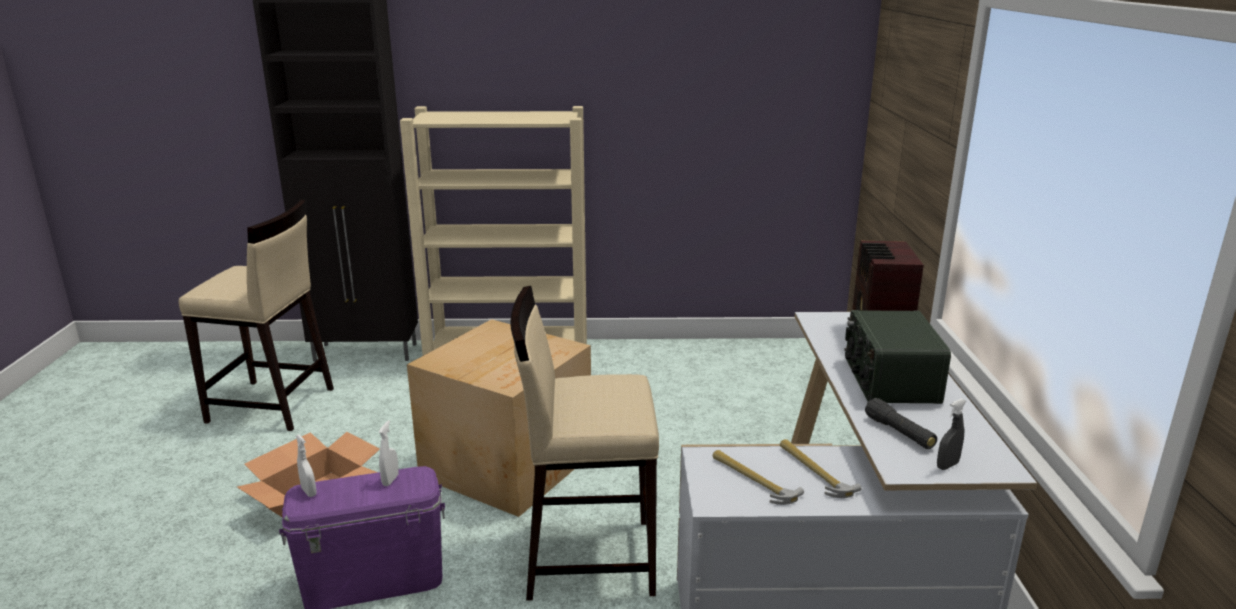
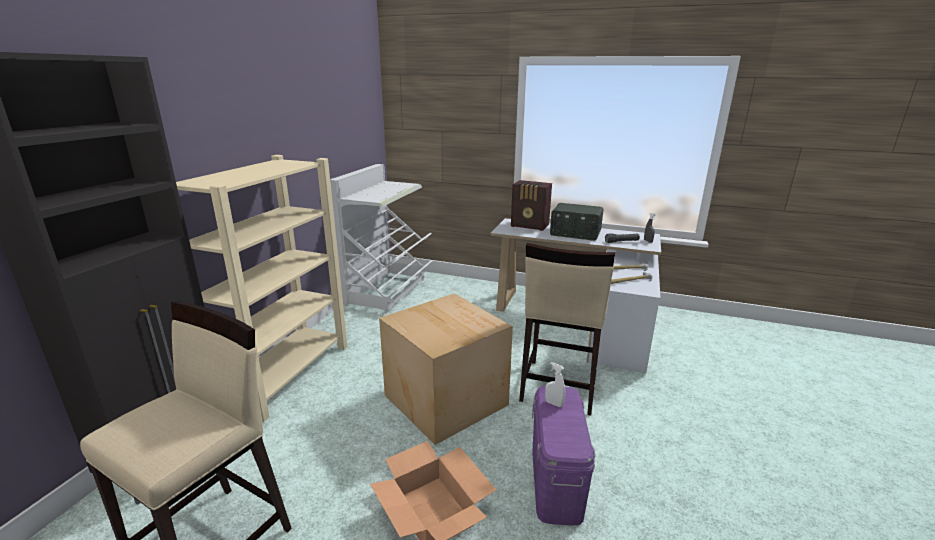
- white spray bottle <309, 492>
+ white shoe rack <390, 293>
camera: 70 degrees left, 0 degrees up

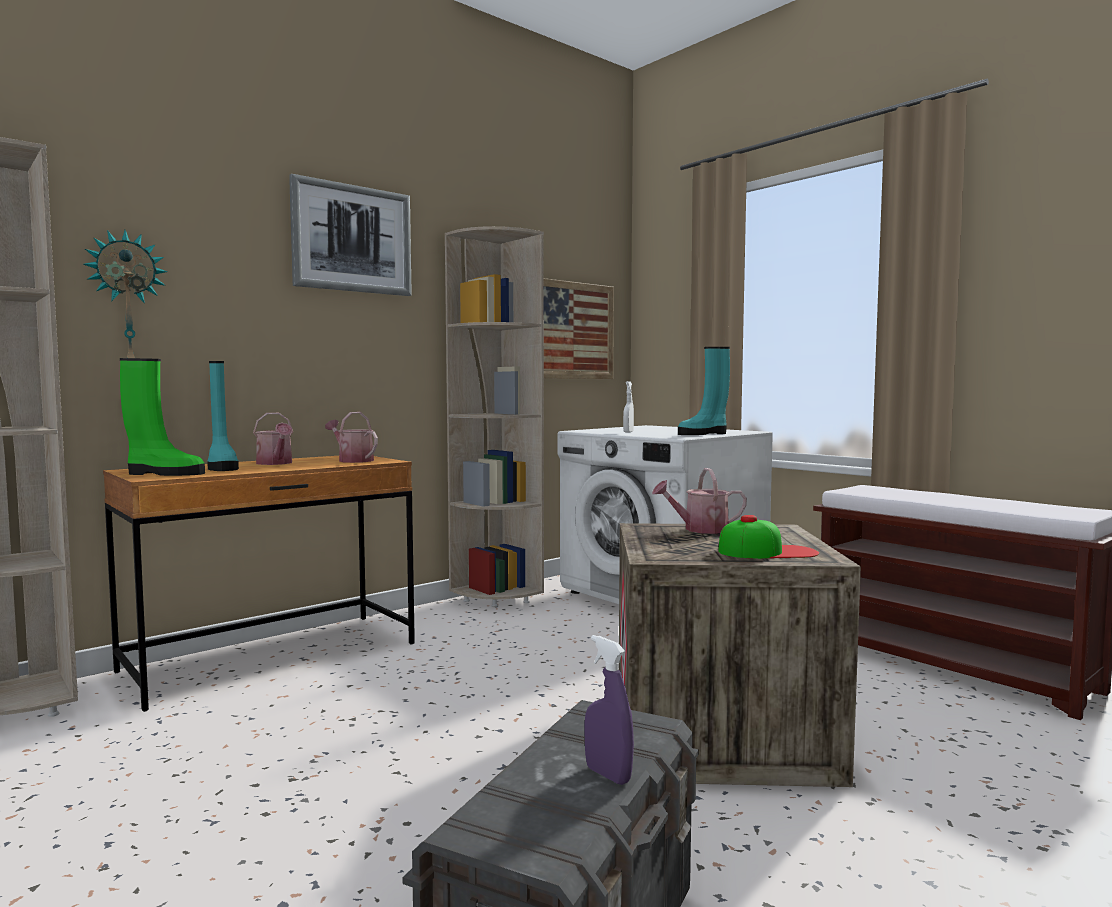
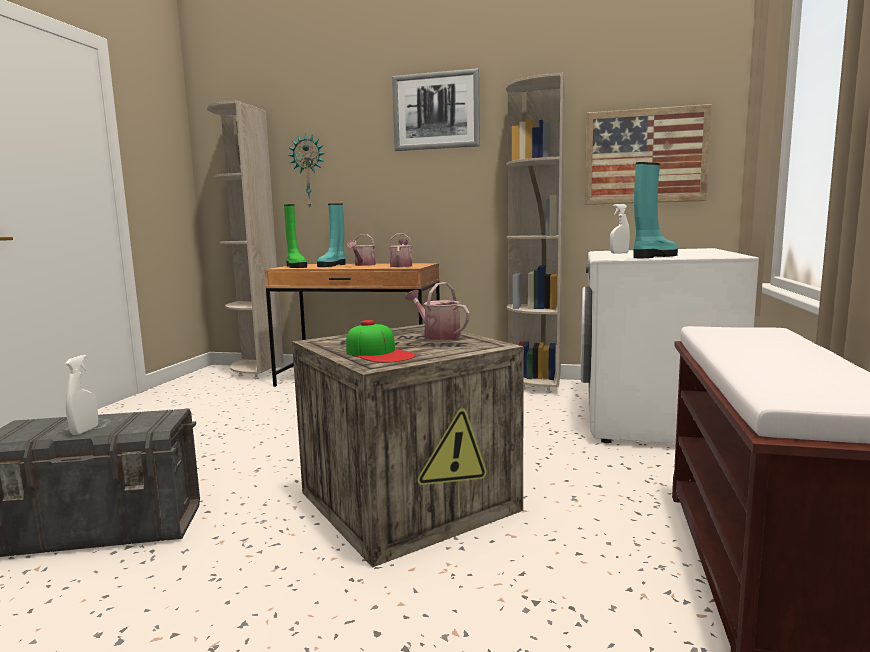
~ purple spray bottle <608, 775> to white spray bottle <85, 430>
~ turquoise boot <703, 434> = <654, 256> 120 degrees clockwise
camera: 55 degrees right, 5 degrees up

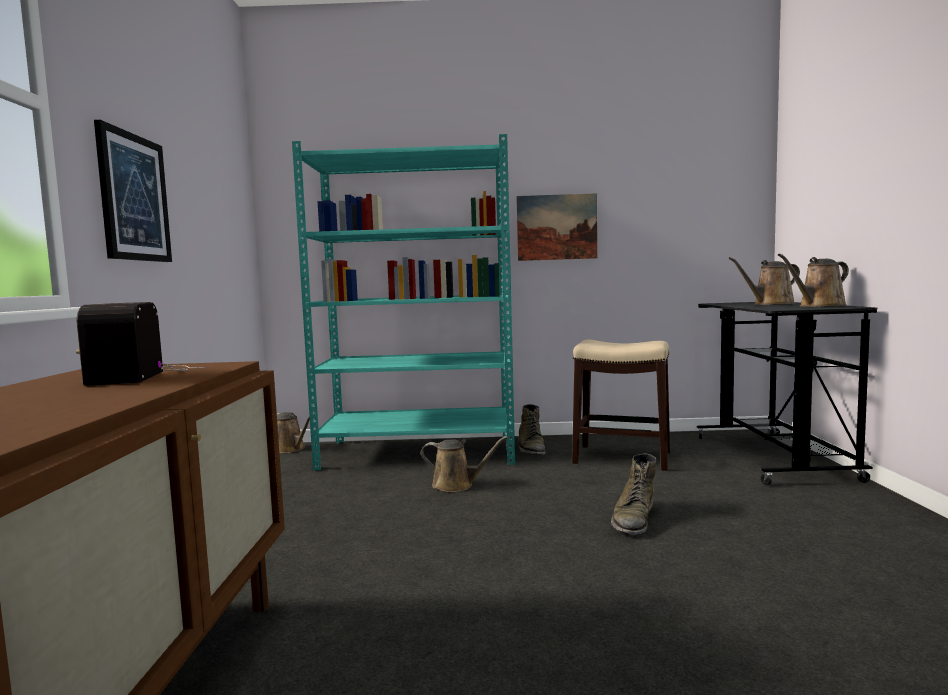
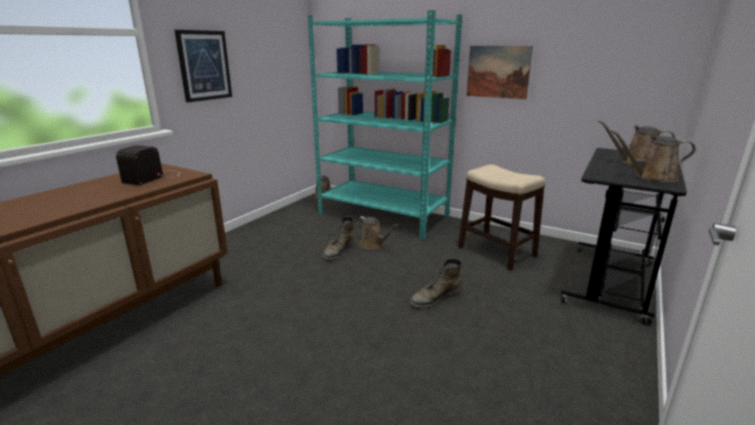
~ green boot <531, 448> to <338, 250>
camera: 30 degrees right, 15 degrees up

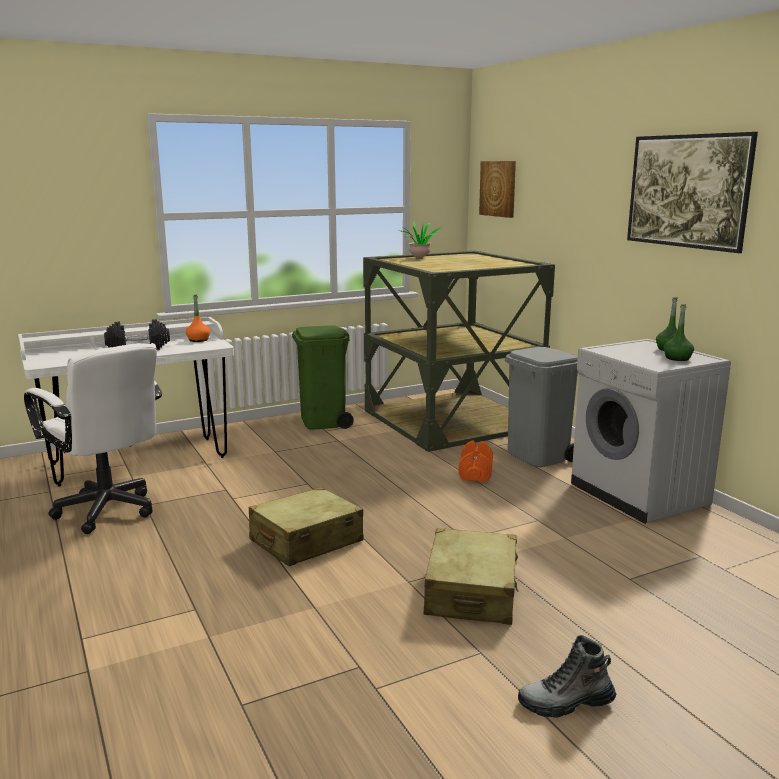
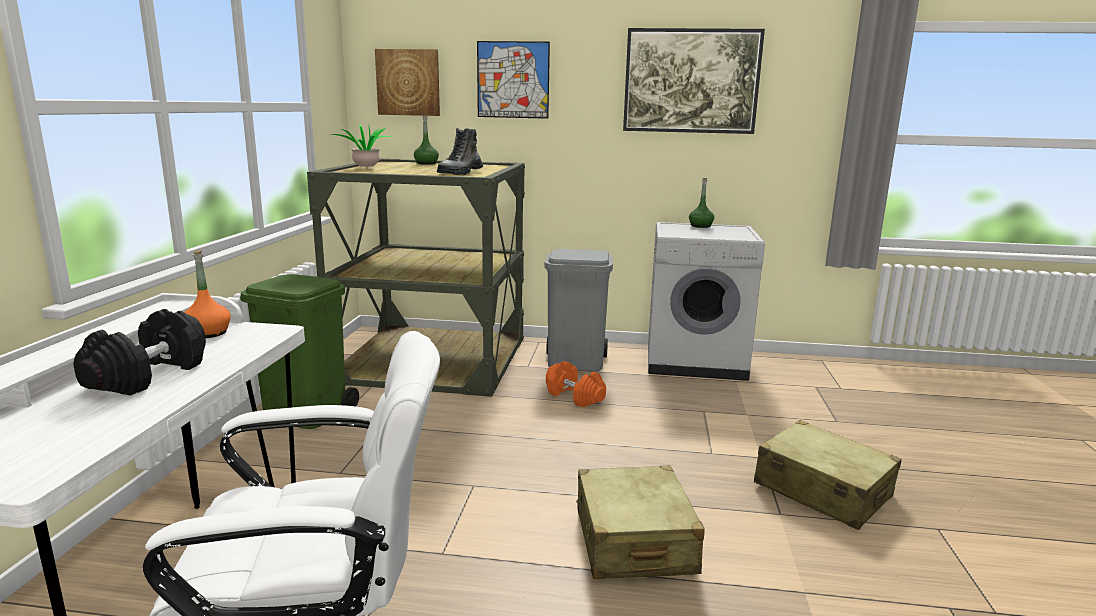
~ boot <566, 703> to <460, 173>
~ green bottle <677, 358> to <426, 163>
+ picture <513, 80>
camera: 55 degrees left, 0 degrees up

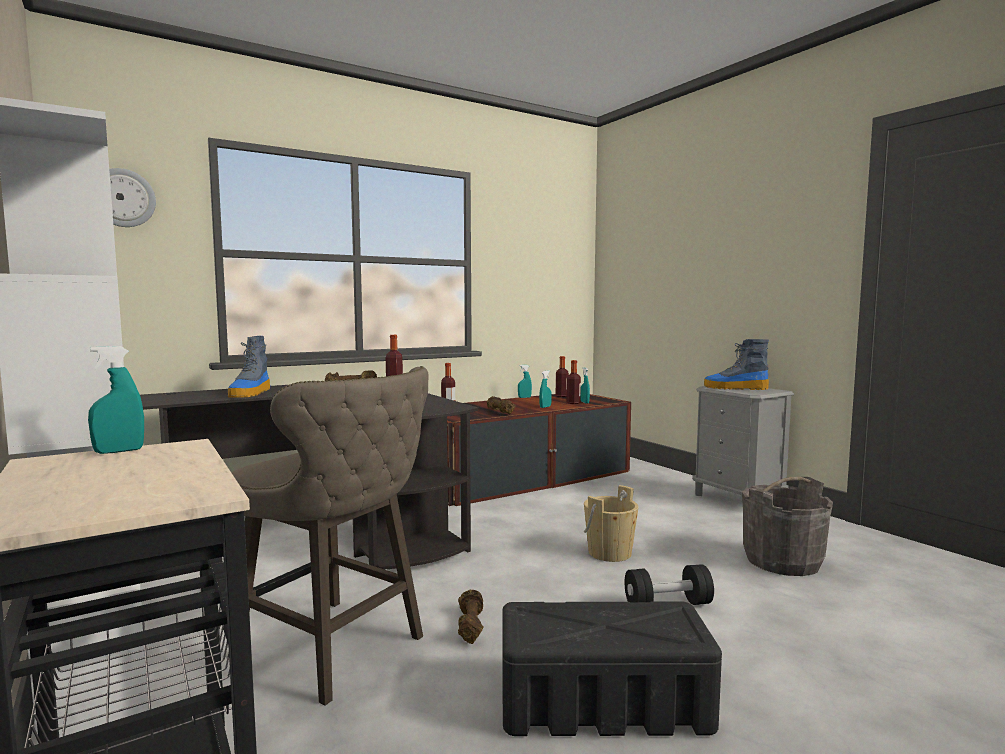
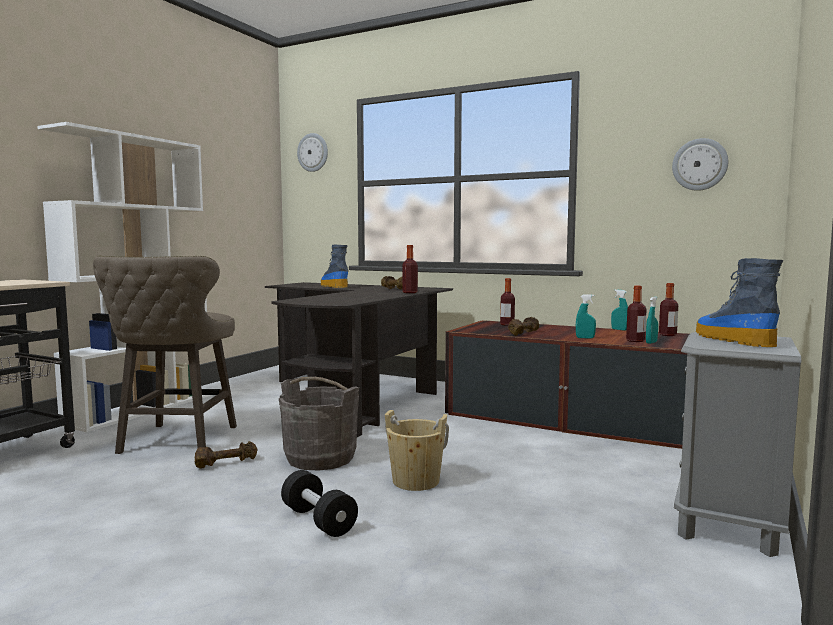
- turquoise spray bottle <119, 451>
~ boot <250, 393> = <333, 286> 90 degrees clockwise
- black storage box <601, 703>
~ grey bucket <782, 561> to <320, 458>
+ wall clock <699, 164>
camera: 60 degrees right, 0 degrees up

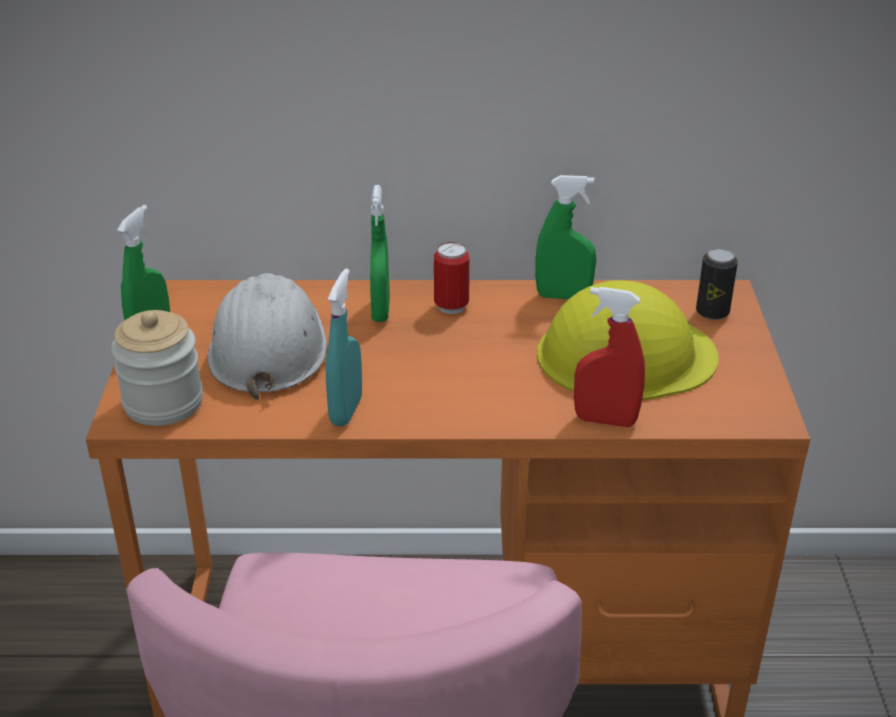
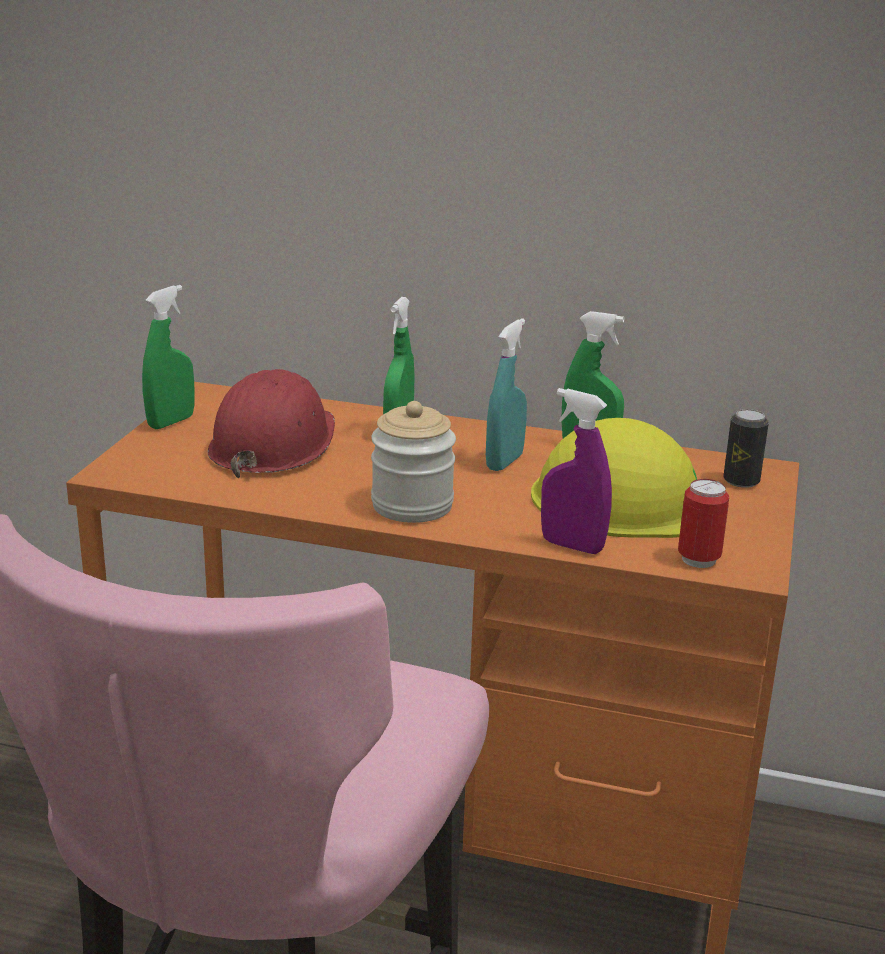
~ jar <163, 403> to <412, 505>
~ white hard hat <268, 348> to red hard hat <273, 444>
~ turquoise spray bottle <346, 411> to <504, 462>
~ can <451, 306> to <698, 559>
~ red spray bottle <605, 420> to purple spray bottle <572, 546>
camera: 15 degrees right, 10 degrees down

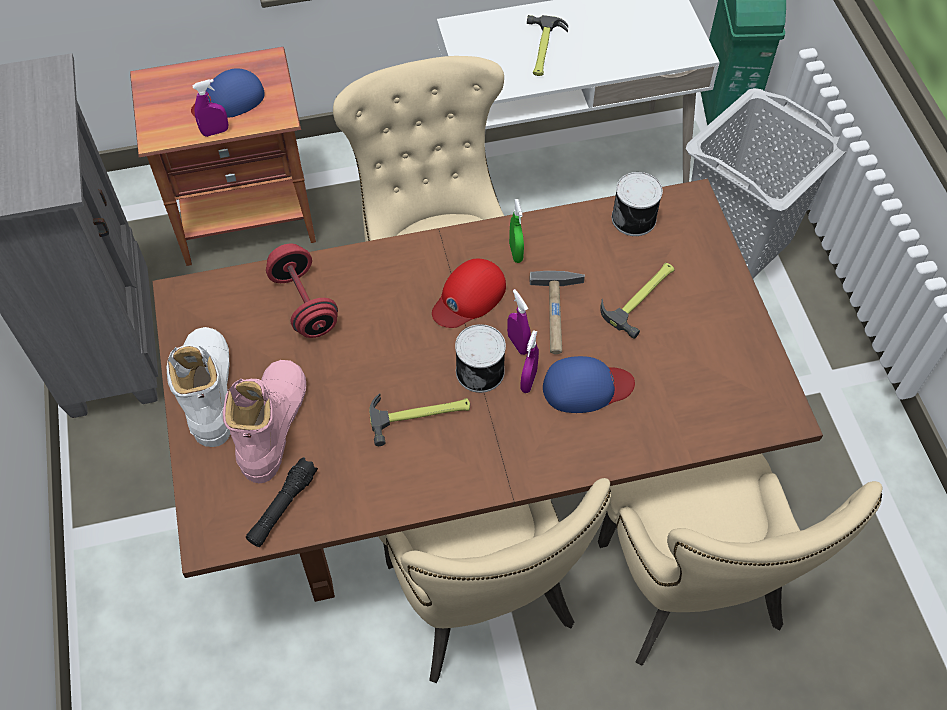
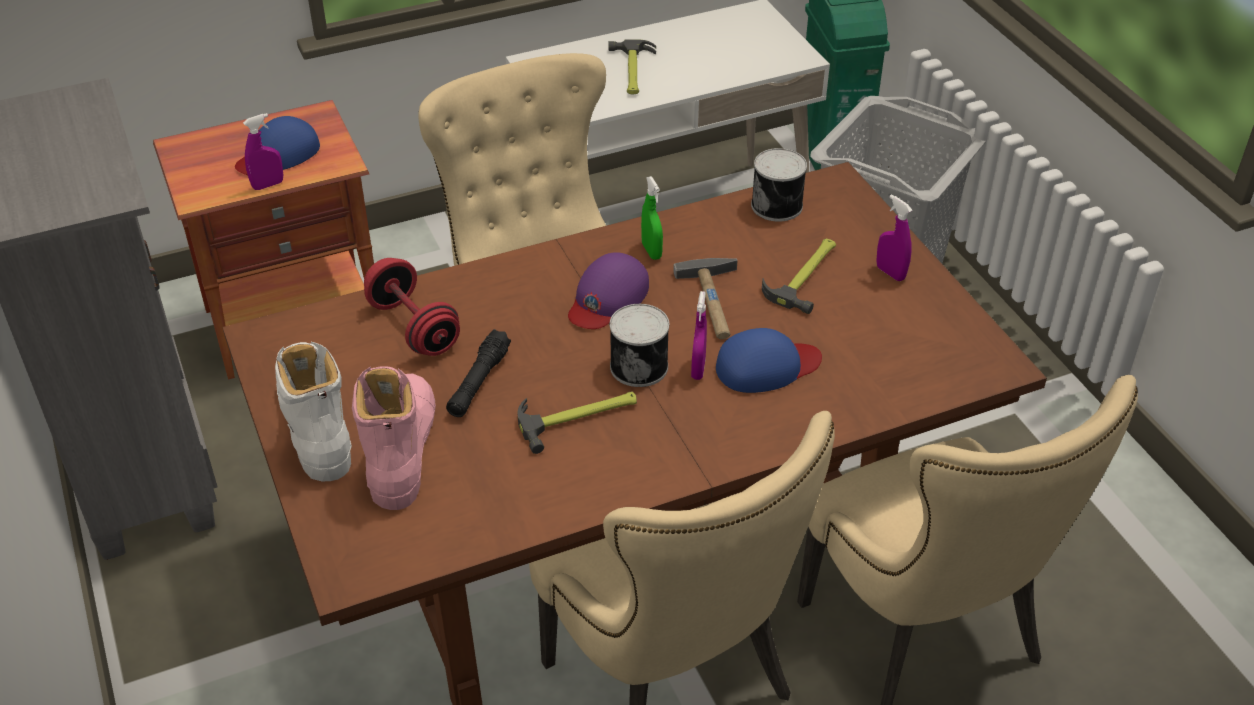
~ black flashlight <282, 507> to <478, 382>
~ red cap <468, 297> to purple cap <607, 298>
~ purple spray bottle <518, 344> to <890, 273>
camera: 10 degrees left, 15 degrees down

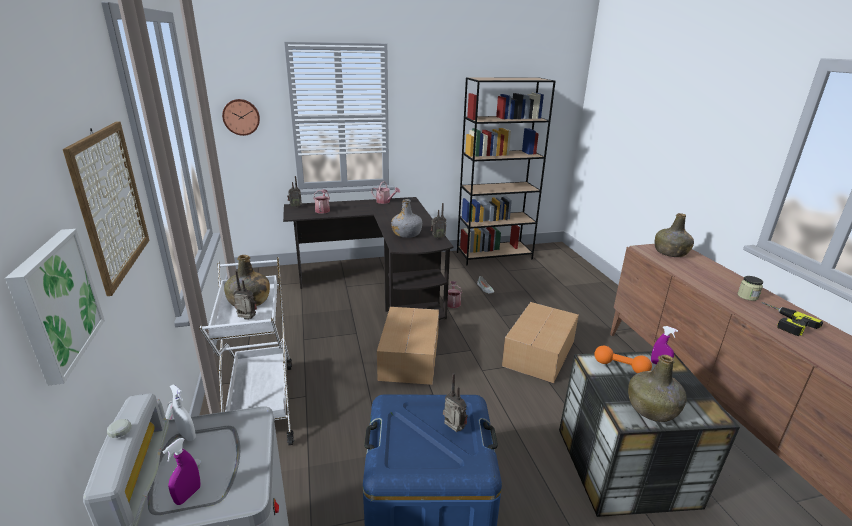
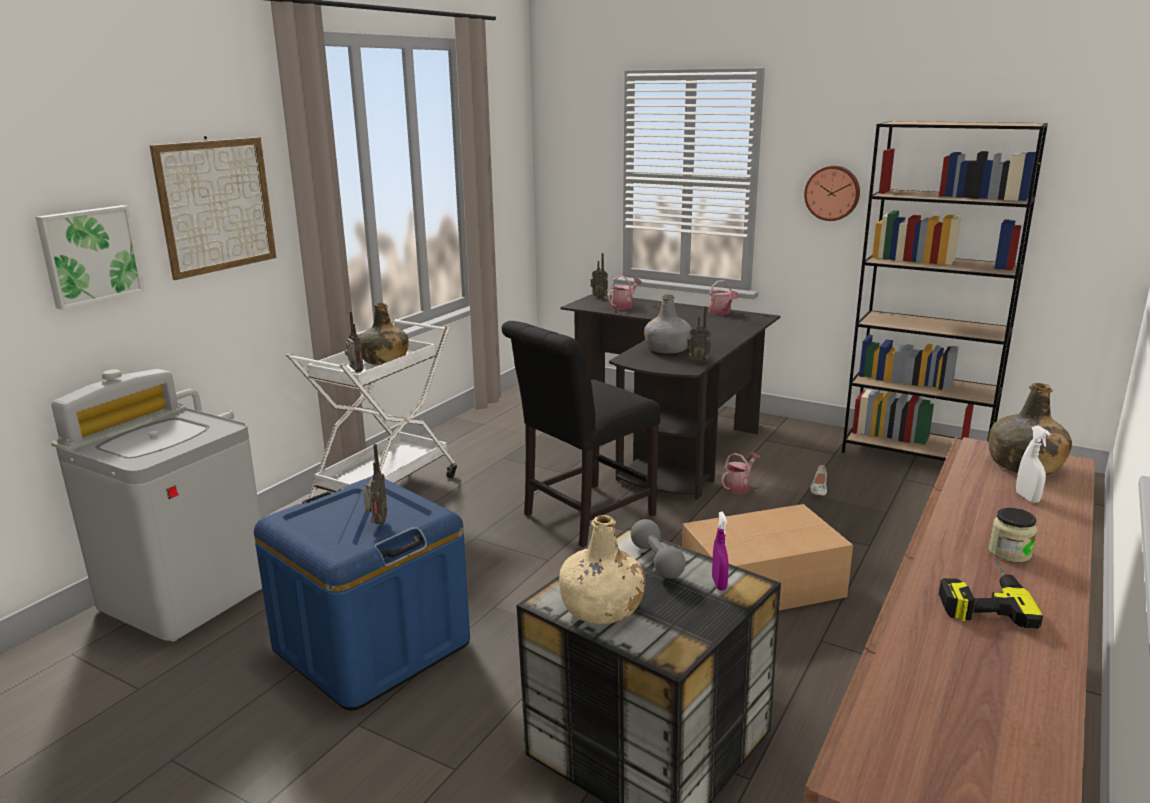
- purple spray bottle <188, 495>
~ white spray bottle <187, 435> to <1027, 497>
~ wall clock <241, 117> to <832, 193>
~ cardboard box <409, 357> to black chair <582, 517>
~ orange dumbbell <620, 367> to grey dumbbell <656, 561>
~ green bottle <652, 409> to beige bottle <602, 608>
camera: 45 degrees right, 5 degrees down

